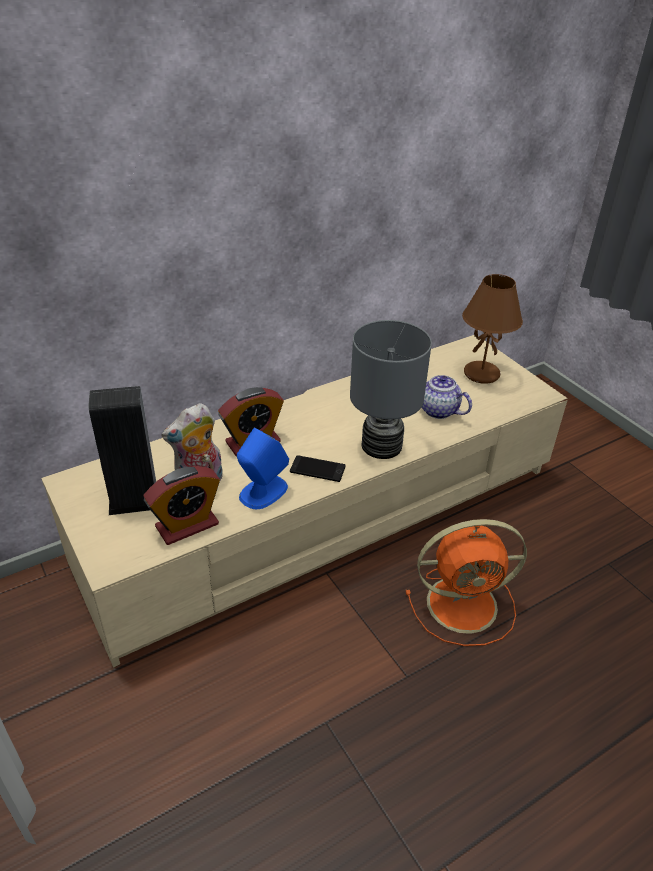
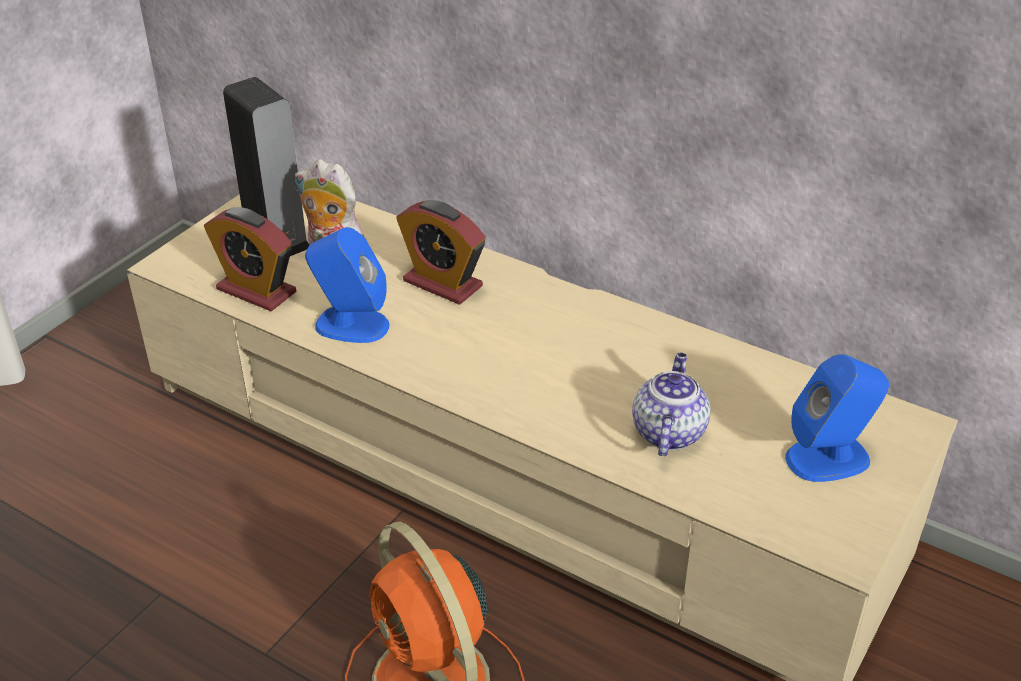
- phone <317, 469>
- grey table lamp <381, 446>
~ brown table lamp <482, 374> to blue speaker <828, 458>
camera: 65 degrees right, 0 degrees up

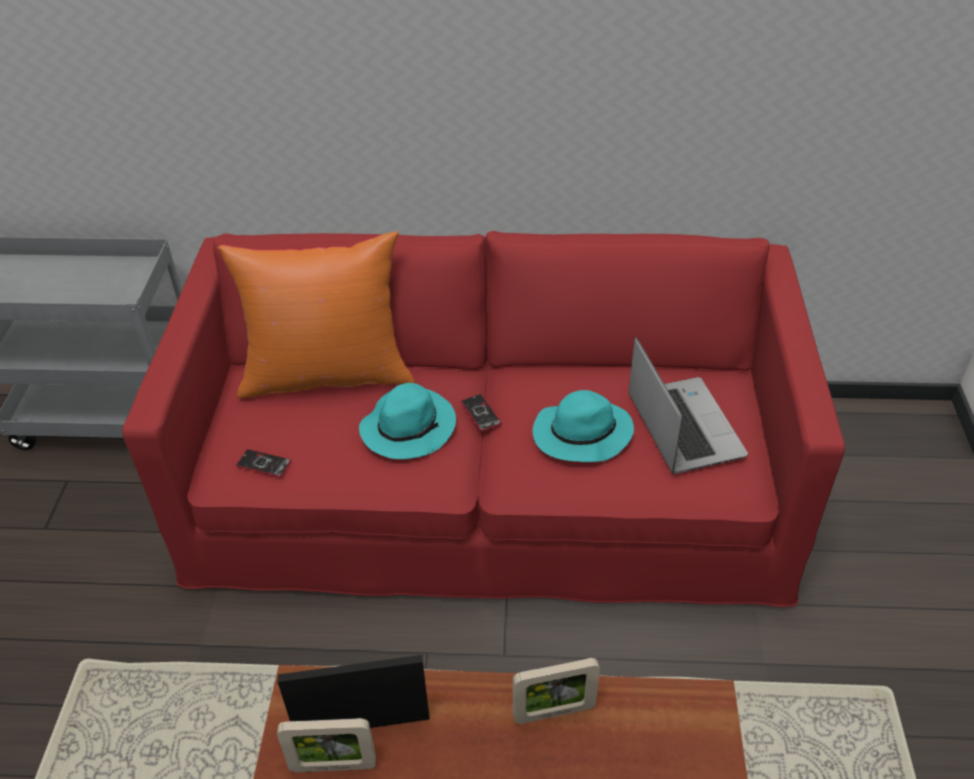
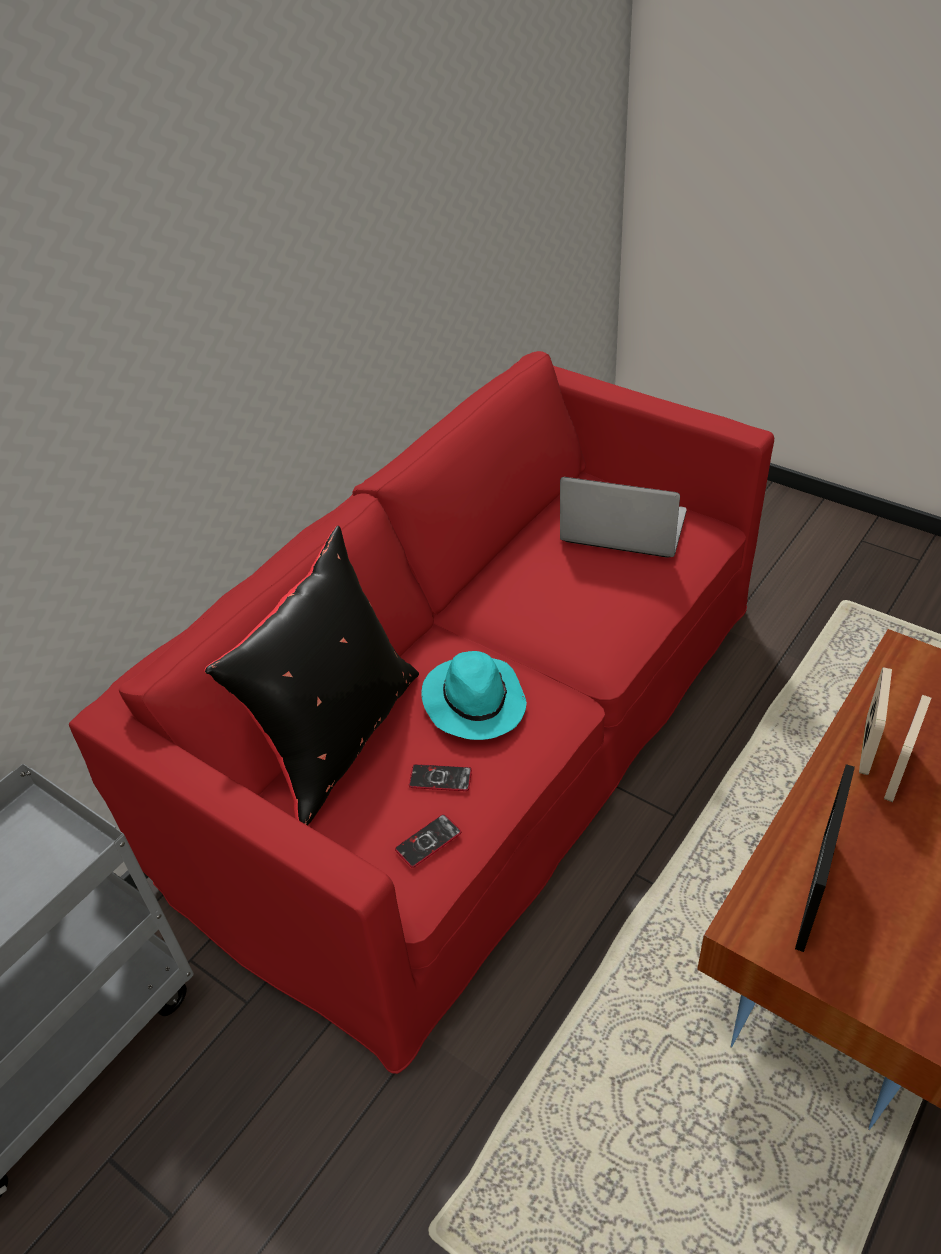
~ orange pillow <327, 374> to black pillow <337, 737>
~ picture frame <333, 766> to <897, 774>
~ phone <481, 413> to <440, 778>
- turquoise hat <581, 435>
camera: 55 degrees left, 0 degrees up

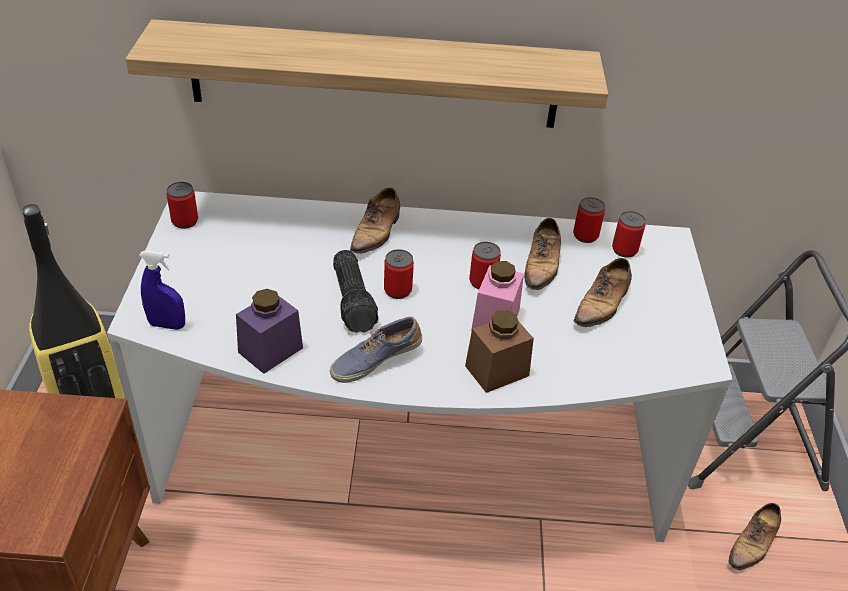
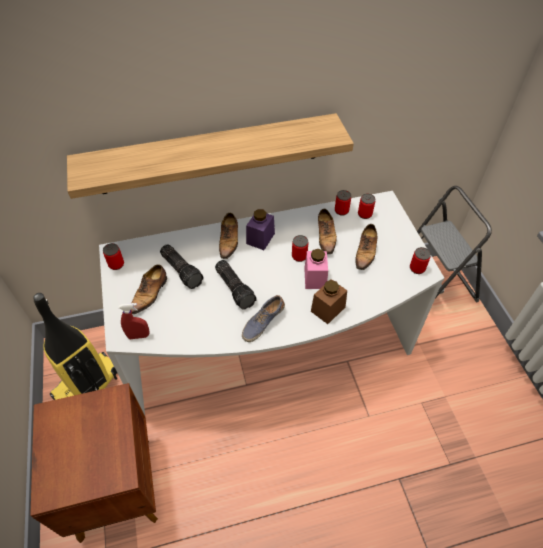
~ blue spray bottle <167, 325> to red spray bottle <138, 336>
~ purple jar <270, 350> to <260, 238>
~ can <397, 290> to <417, 268>
~ shoe <753, 543> to <150, 294>
+ flashlight <182, 270>
camera: 15 degrees left, 10 degrees up

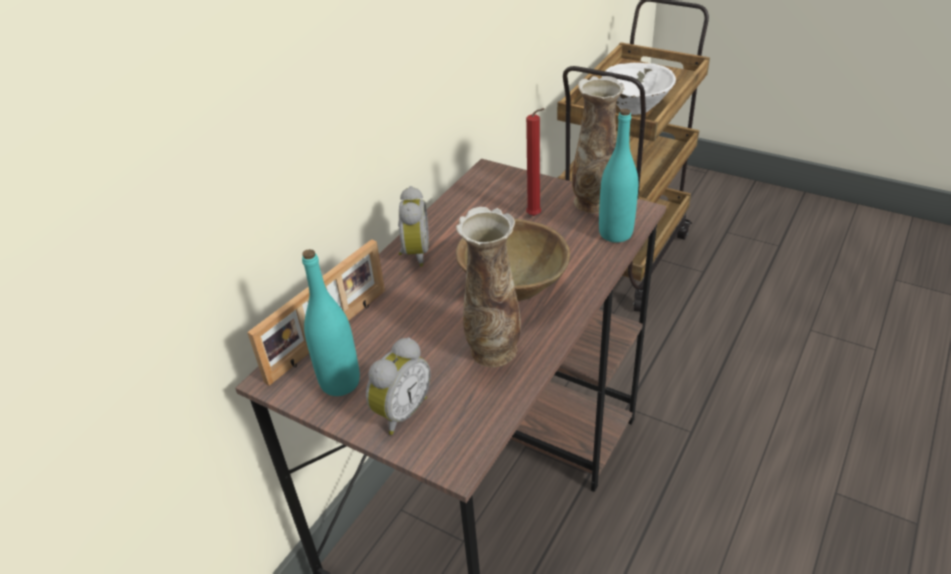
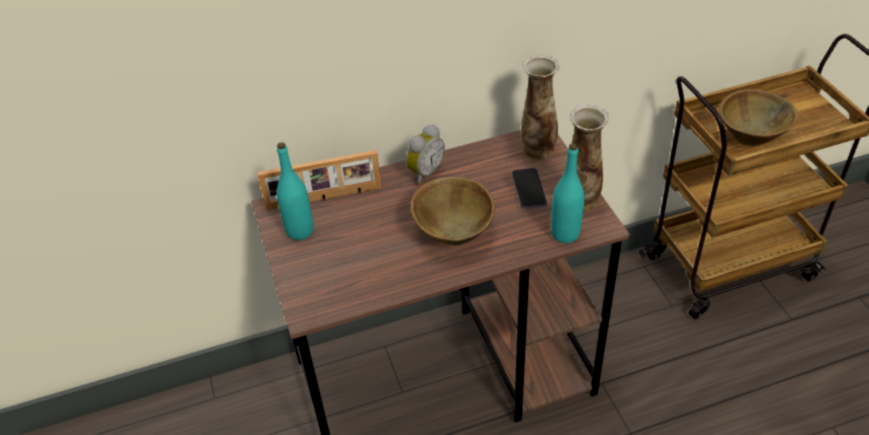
- alarm clock <400, 412>
~ vase <493, 351> to <537, 150>
~ red candle <535, 216> to phone <529, 189>
~ white bowl <636, 108> to brown bowl <750, 137>
camera: 40 degrees right, 5 degrees up

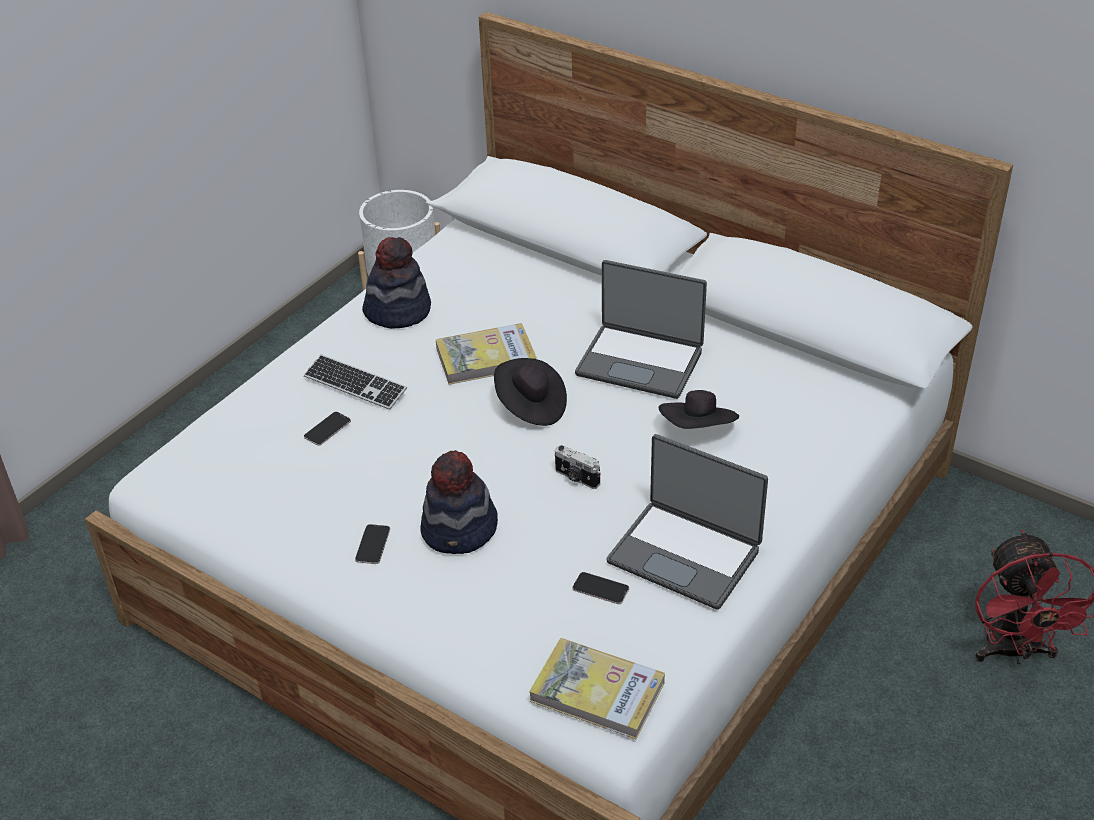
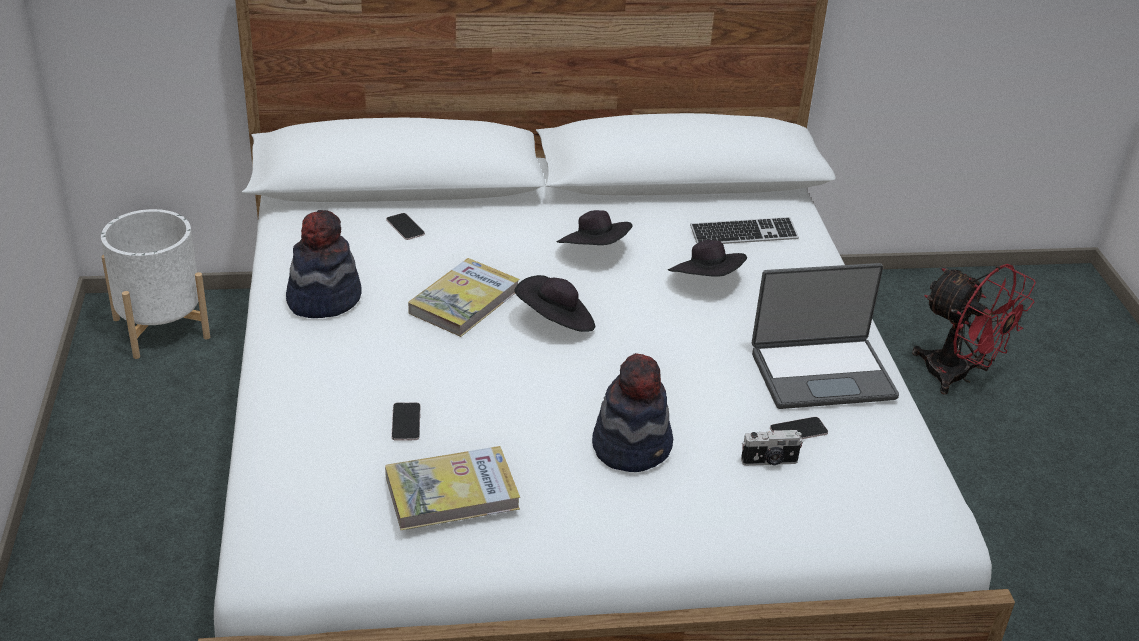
~ keyboard <355, 384> to <744, 234>
~ phone <372, 545> to <405, 227>
~ book <597, 692> to <452, 493>
~ photo camera <576, 478> to <769, 462>
~ laptop <640, 361> to black hat <594, 251>
camera: 45 degrees left, 5 degrees down

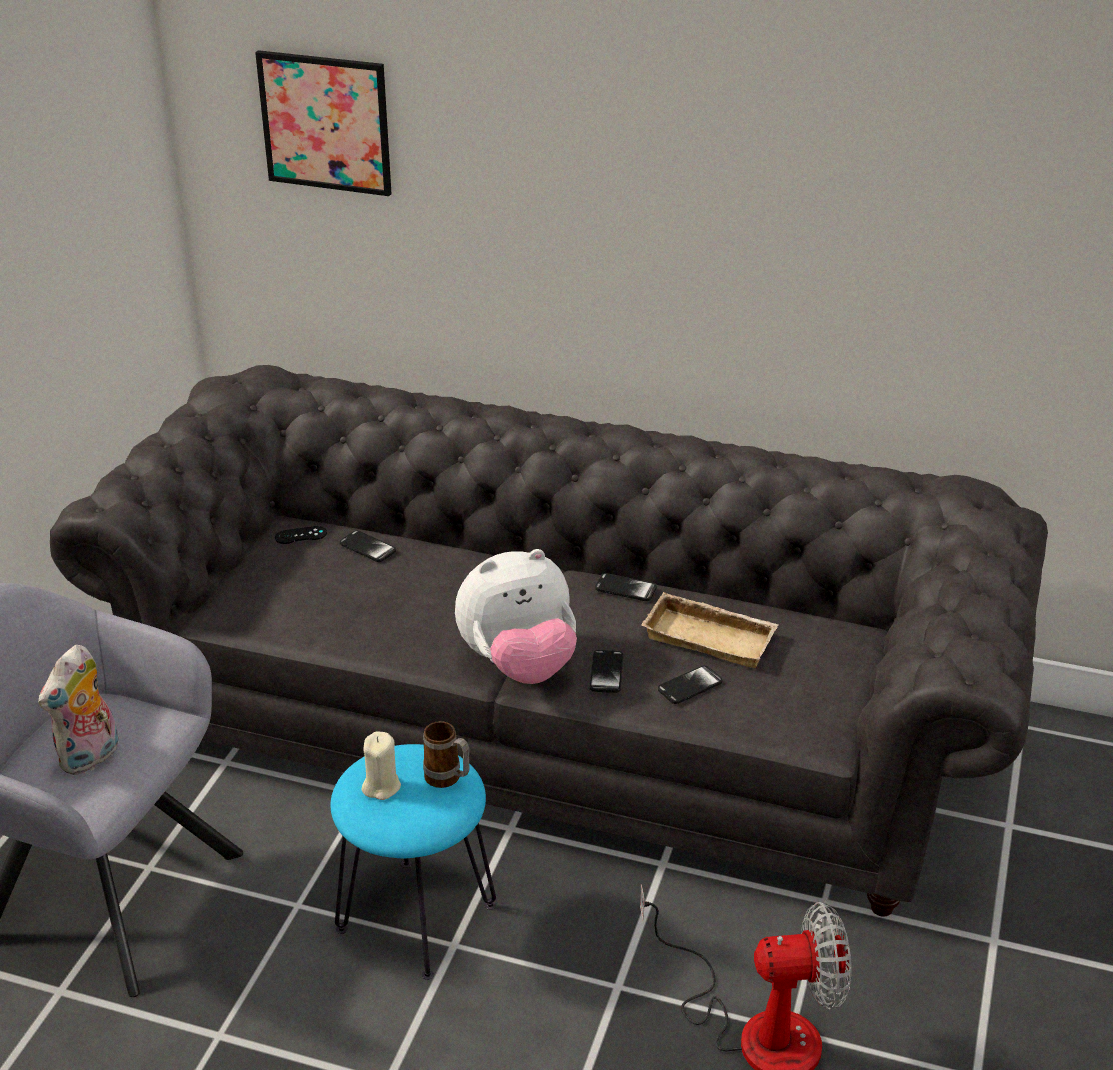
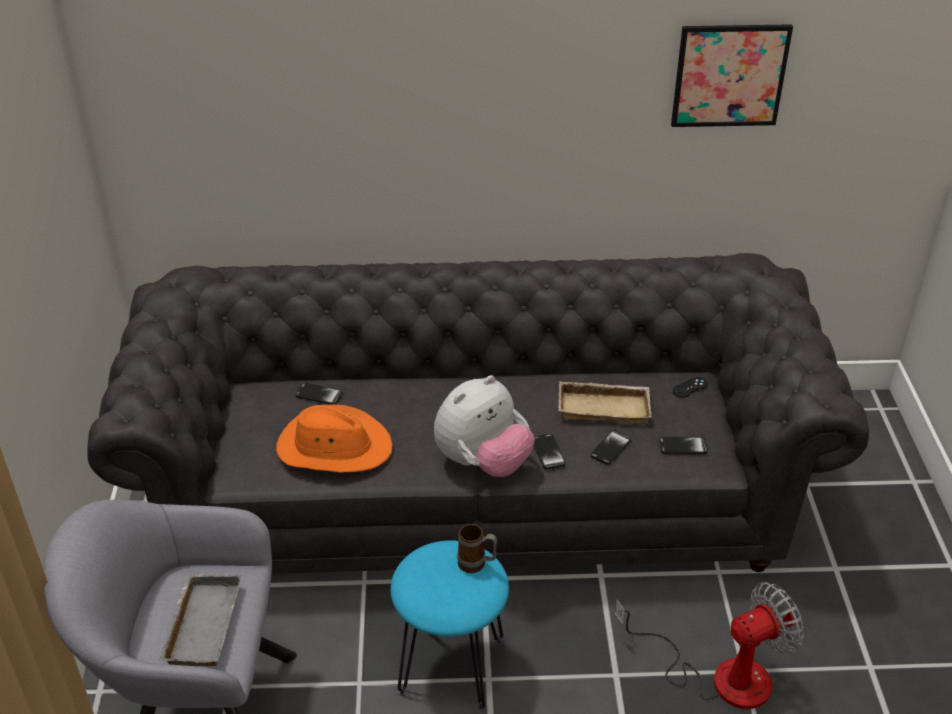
~ plush toy <91, 758> to grey tray <200, 624>
~ picture <325, 123> to <729, 75>
~ black game controller <301, 535> to <690, 387>
- beige candle <381, 786>
~ phone <625, 589> to <683, 446>
+ orange hat <334, 447>
camera: 20 degrees left, 5 degrees up

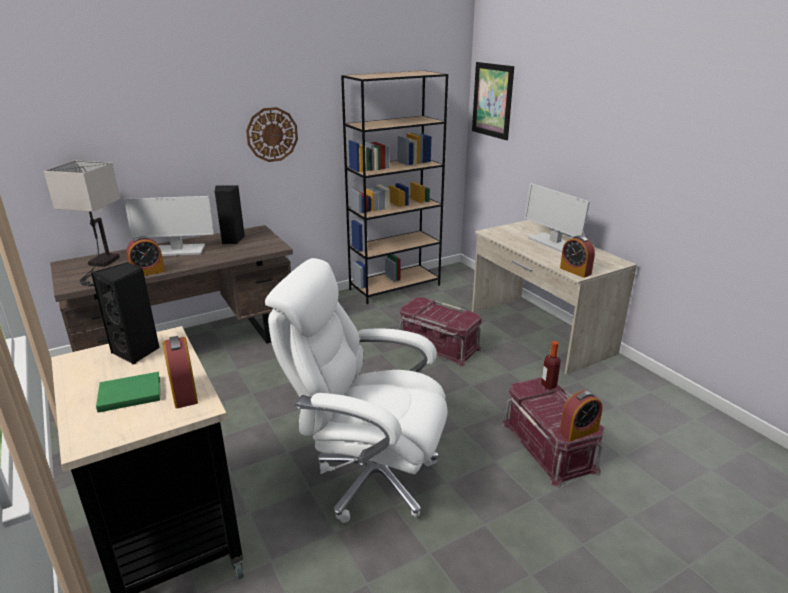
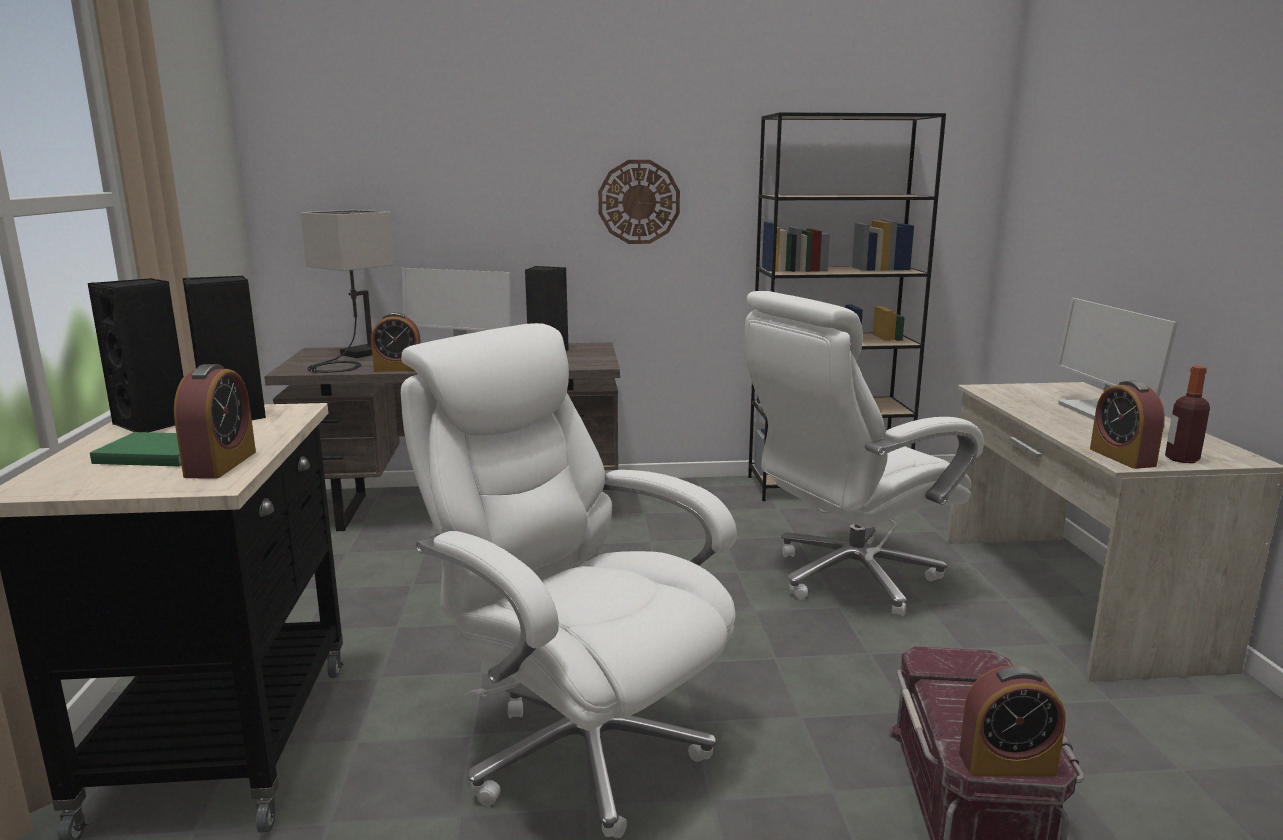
~ red storage box <438, 346> to white office chair <846, 580>
- picture <492, 100>
~ bottle <549, 385> to <1181, 459>
+ black speaker <153, 424>
camera: 25 degrees right, 10 degrees down

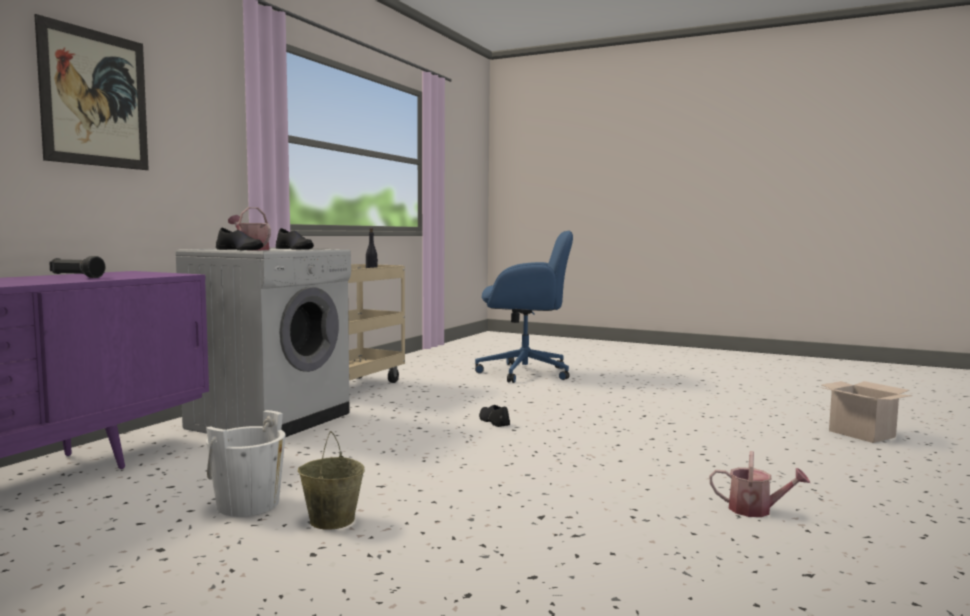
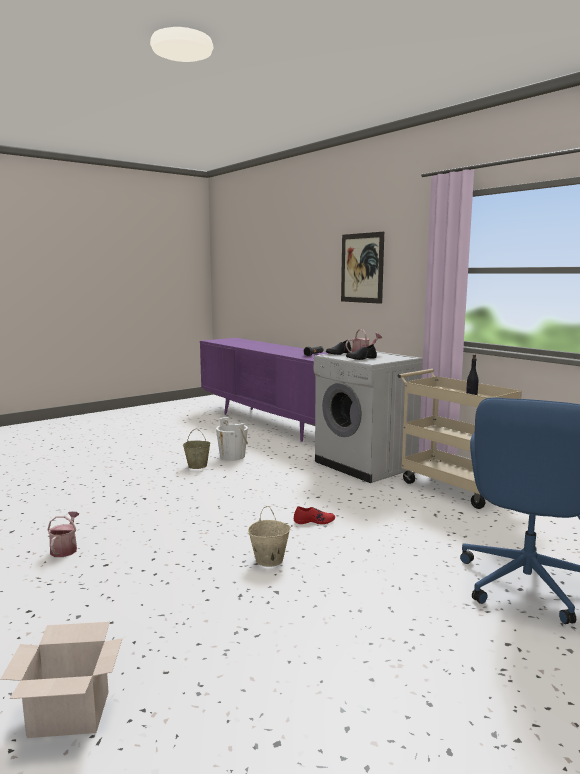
~ black shoe <493, 421> to red shoe <314, 521>
~ watering can <756, 510> = <65, 549> 135 degrees clockwise
+ beige bucket <268, 560>
camera: 115 degrees right, 5 degrees up

